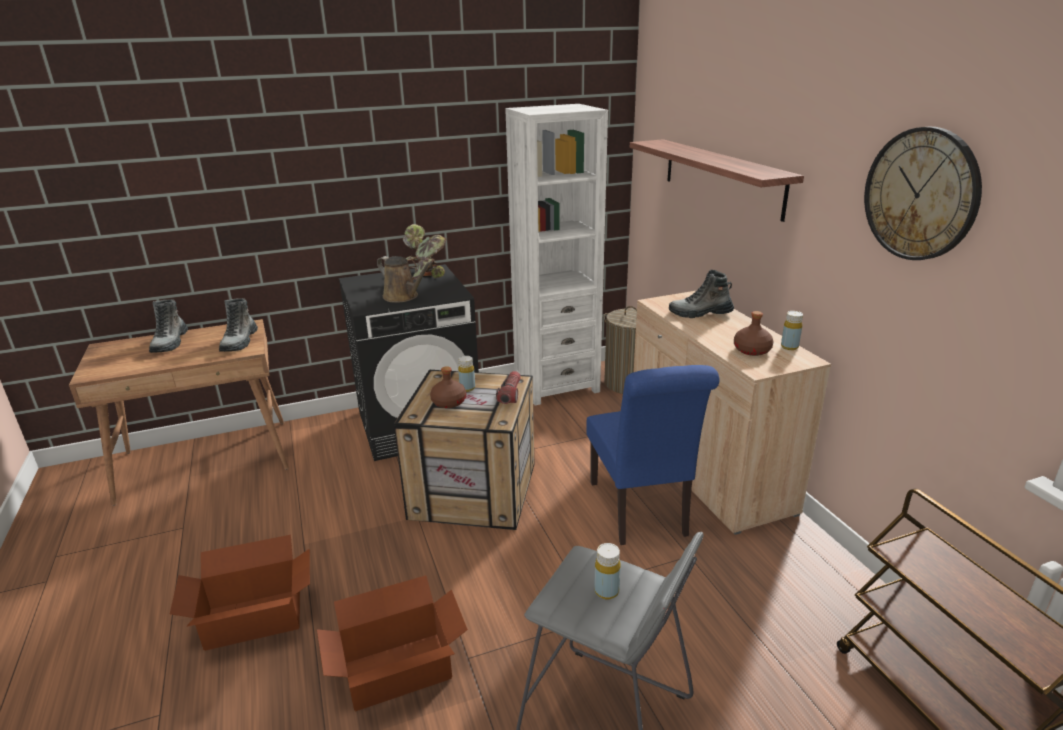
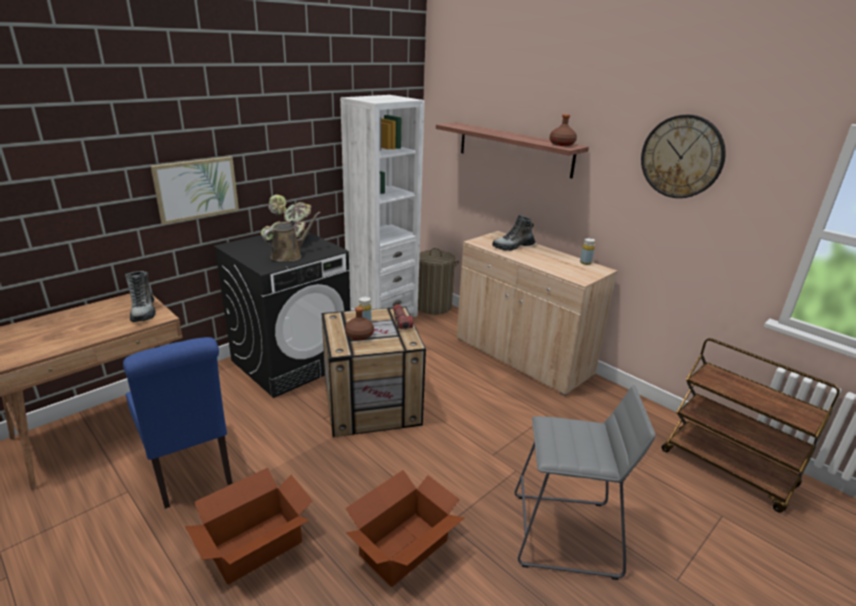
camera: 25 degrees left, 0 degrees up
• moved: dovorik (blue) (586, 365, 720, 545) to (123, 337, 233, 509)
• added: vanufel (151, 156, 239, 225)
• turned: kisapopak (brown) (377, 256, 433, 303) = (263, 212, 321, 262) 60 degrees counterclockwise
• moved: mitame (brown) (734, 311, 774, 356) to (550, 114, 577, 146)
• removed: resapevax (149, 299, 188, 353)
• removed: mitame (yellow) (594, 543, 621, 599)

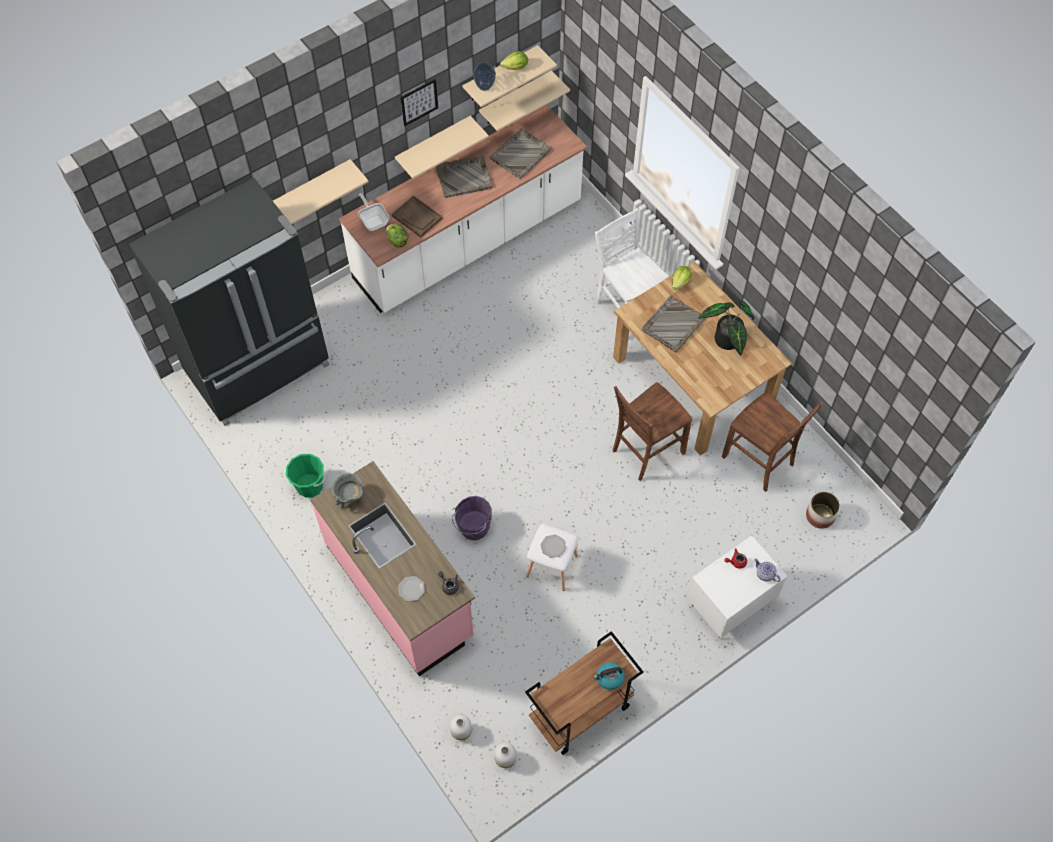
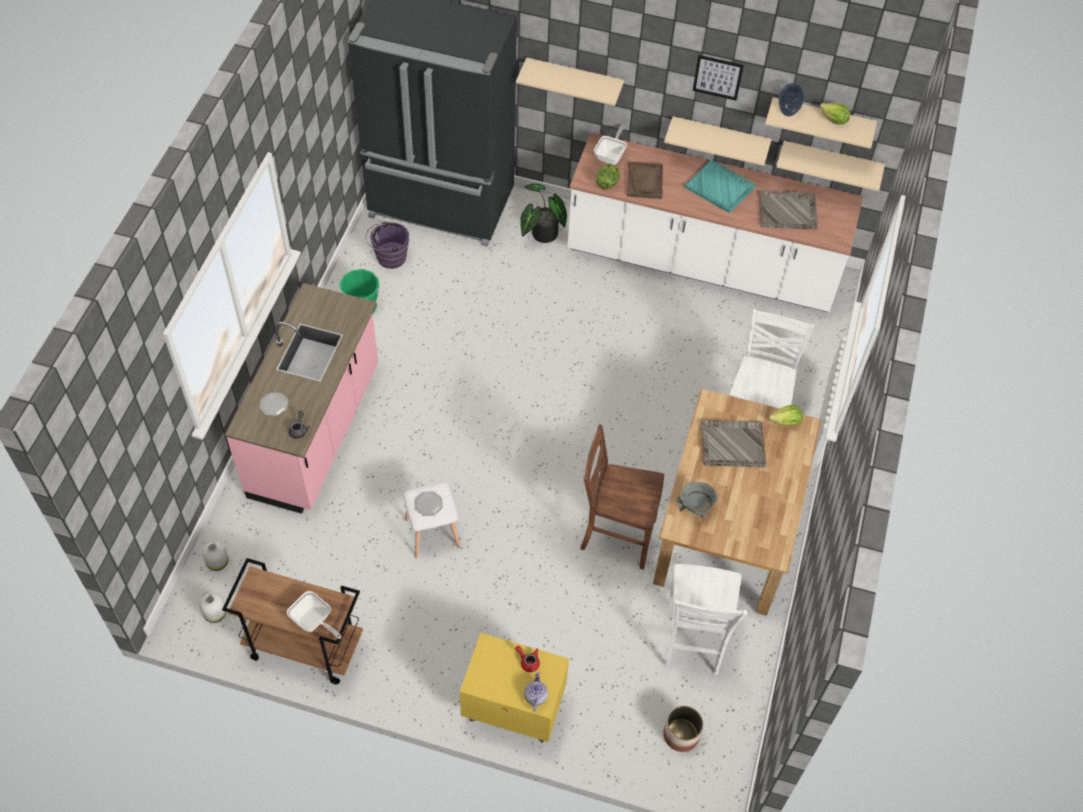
camera: 50 degrees right, 5 degrees down
• replaced: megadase (593, 662, 625, 690) to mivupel (287, 591, 341, 639)
• moved: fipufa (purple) (452, 496, 492, 540) to (365, 221, 409, 269)
• recoloured: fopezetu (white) (686, 536, 787, 638) to fopezetu (yellow) (460, 633, 569, 743)
• moved: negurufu (698, 300, 755, 355) to (520, 183, 567, 243)
• recoloured: dovorik (brown) (722, 392, 823, 492) to dovorik (white) (664, 564, 747, 675)
• moved: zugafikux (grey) (331, 473, 363, 509) to (676, 482, 718, 518)
• recoloured: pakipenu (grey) (436, 155, 492, 198) to pakipenu (turquoise) (684, 160, 756, 213)

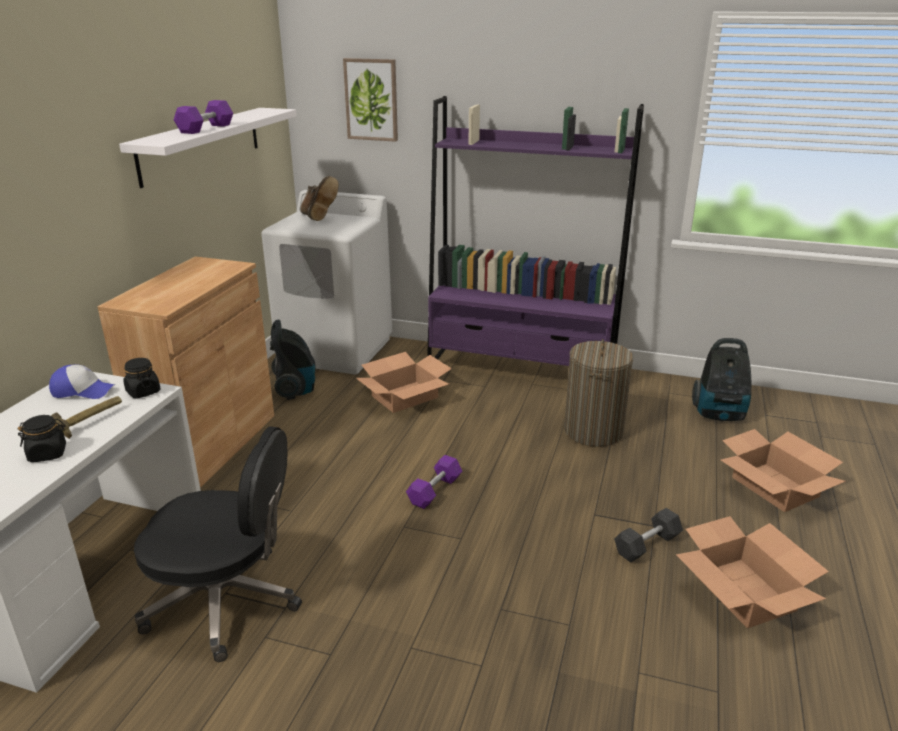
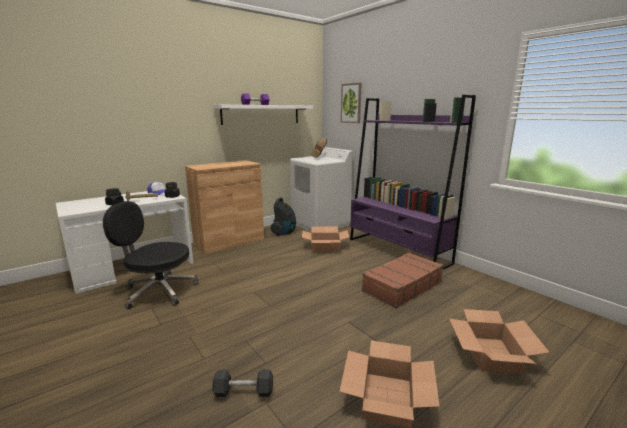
camera: 35 degrees right, 10 degrees down
• turned: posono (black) (134, 426, 302, 662) = (103, 201, 198, 310) 150 degrees clockwise
• moved: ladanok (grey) (614, 508, 683, 563) to (212, 369, 273, 397)
• replaced: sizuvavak (564, 339, 633, 447) to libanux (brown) (362, 252, 444, 308)
• removed: ladanok (purple) (406, 455, 462, 509)
• removed: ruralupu (692, 338, 751, 421)

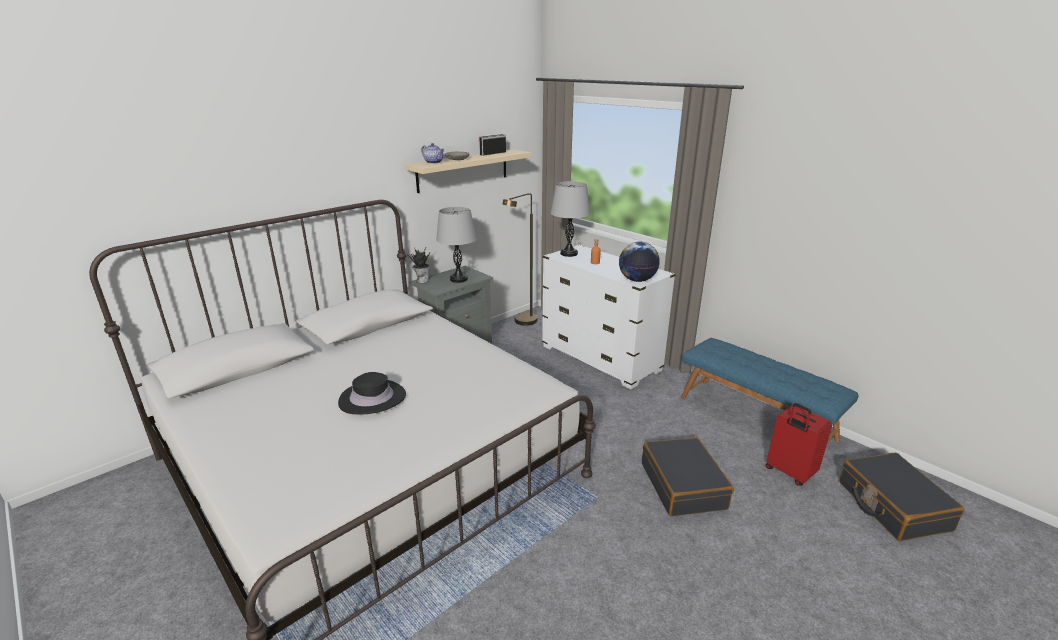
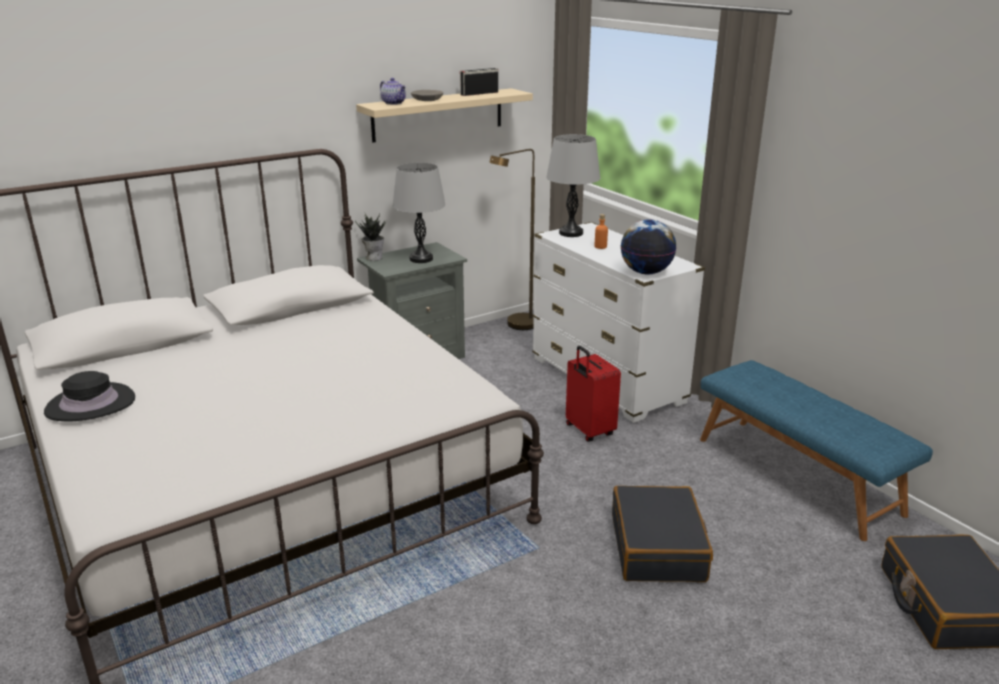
camera: 10 degrees right, 0 degrees up
• moved: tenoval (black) (338, 372, 406, 415) to (44, 371, 135, 421)
• moved: libanux (red) (765, 403, 832, 486) to (566, 346, 621, 442)

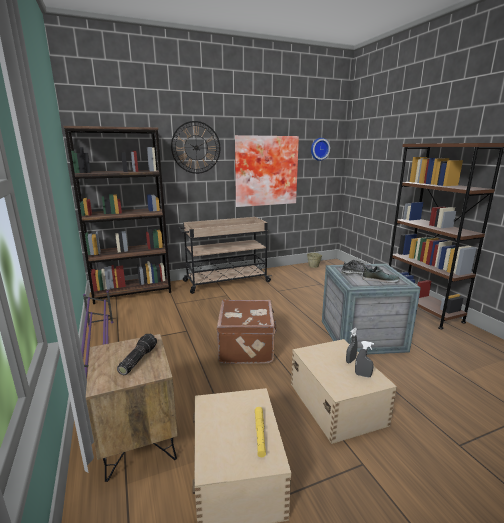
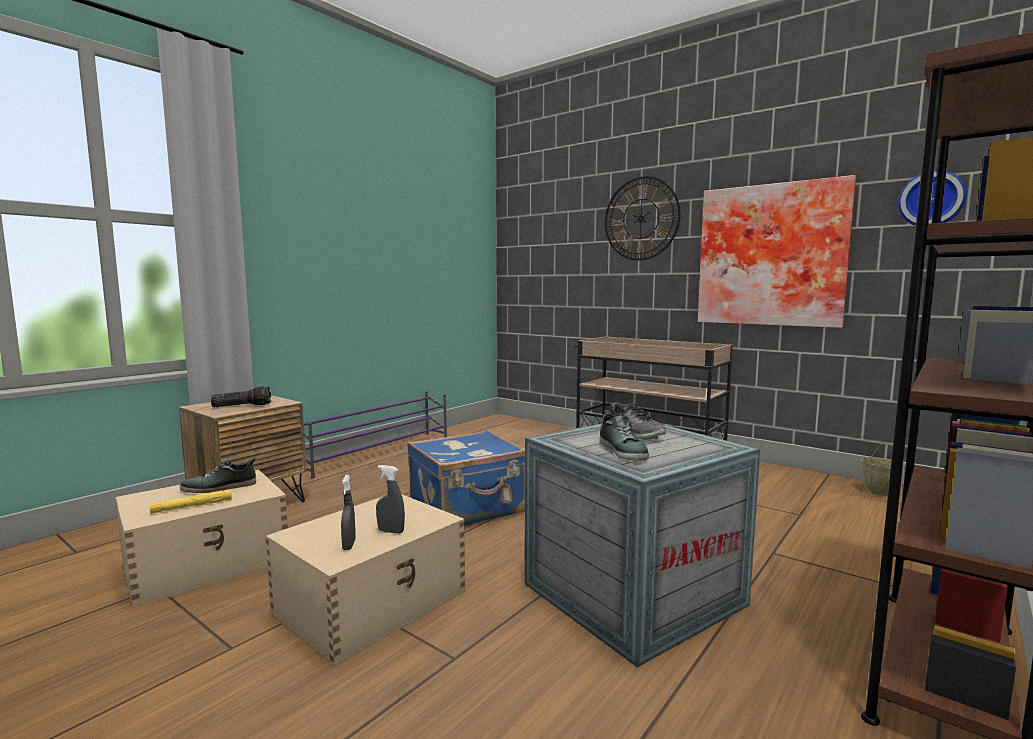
camera: 60 degrees right, 10 degrees down
• added: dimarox (180, 458, 256, 493)
• recoloured: libanux (brown) (217, 300, 277, 364) to libanux (blue) (407, 430, 525, 526)
• removed: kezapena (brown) (64, 126, 171, 304)

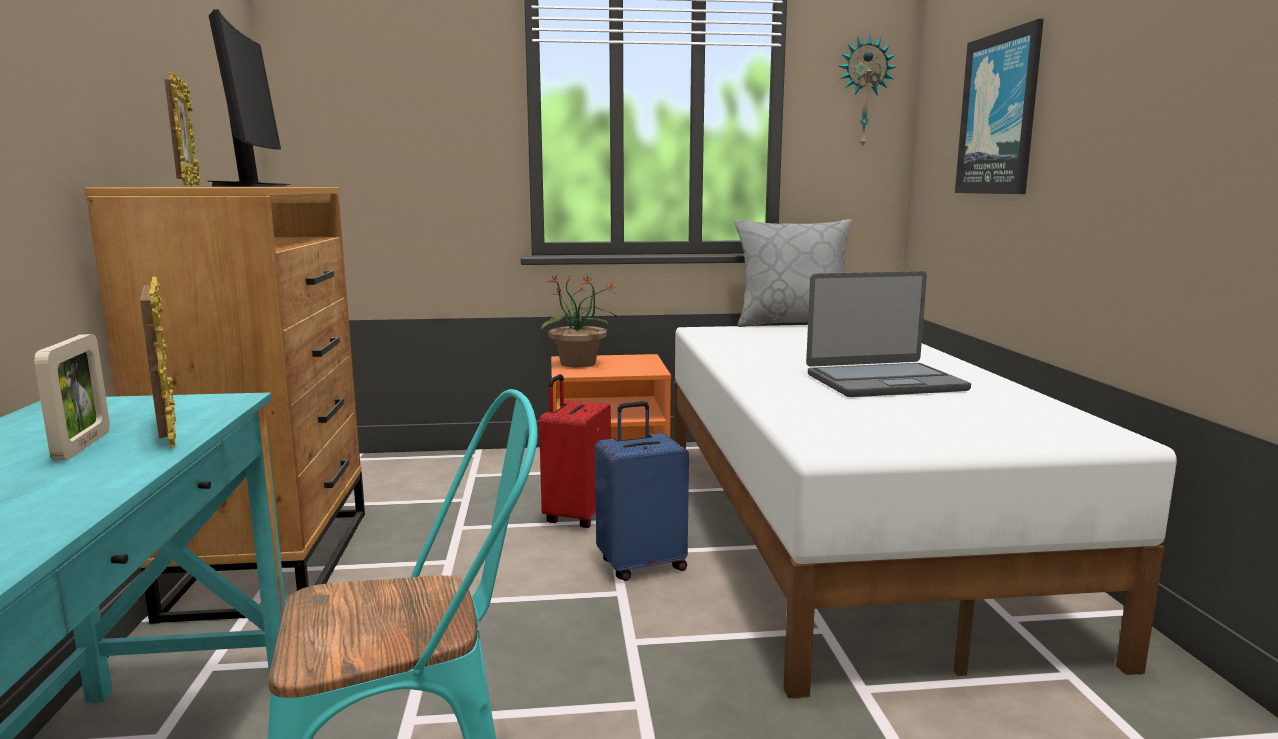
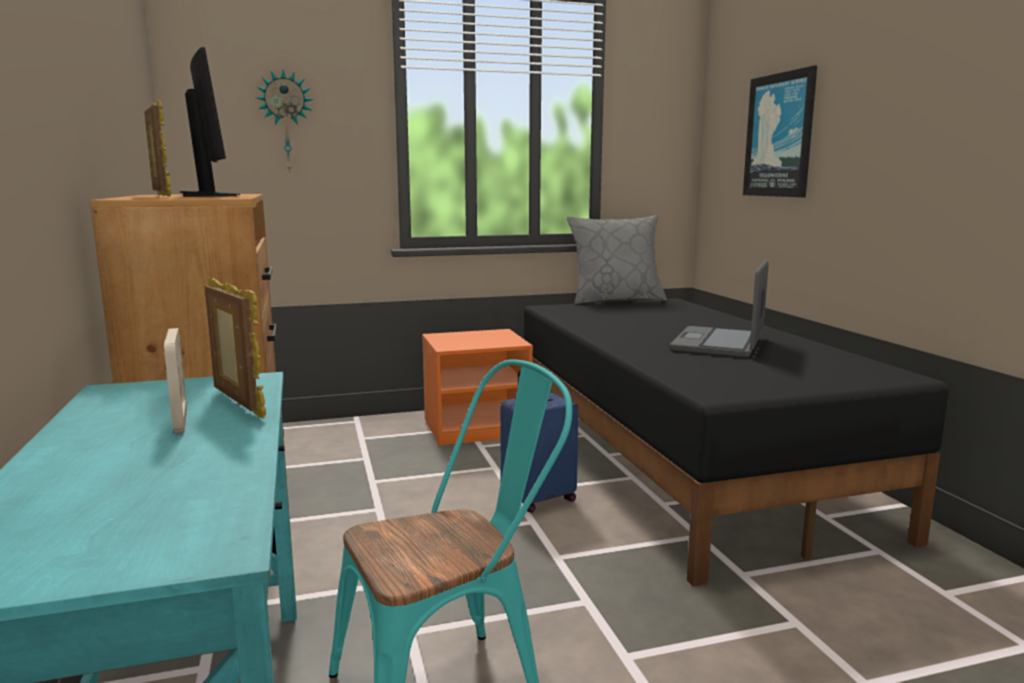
camera: 10 degrees left, 0 degrees up
• moved: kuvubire (839, 35, 896, 148) to (256, 70, 314, 173)
• recoloured: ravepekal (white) (673, 325, 1177, 698) to ravepekal (black) (524, 298, 949, 586)
• turned: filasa (806, 271, 971, 397) = (670, 260, 769, 357) 135 degrees clockwise
• removed: libanux (red) (539, 374, 611, 528)
• removed: negurufu (541, 275, 617, 368)

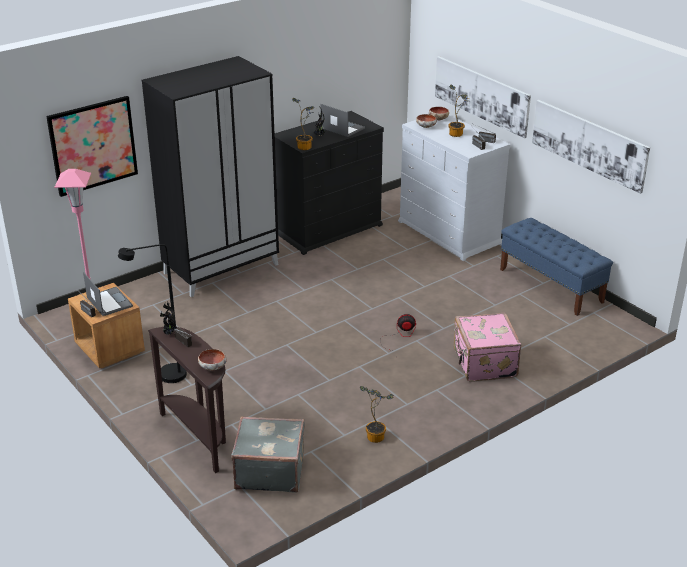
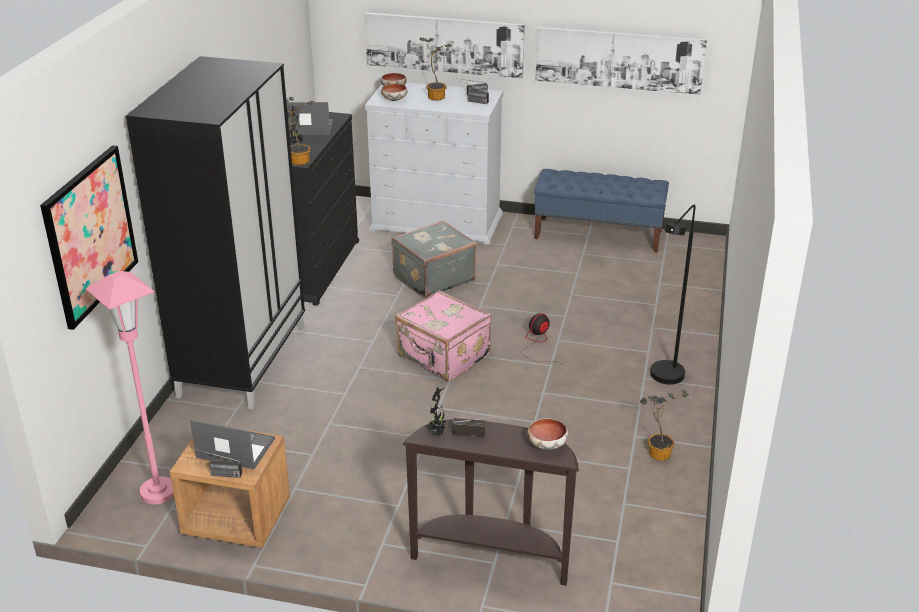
camera: 40 degrees left, 0 degrees up
• moved: libanux (grey) (231, 416, 305, 493) to (391, 220, 477, 298)
• moved: libanux (pink) (454, 313, 521, 382) to (395, 290, 491, 382)
• moved: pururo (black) (118, 244, 187, 383) to (650, 205, 695, 385)

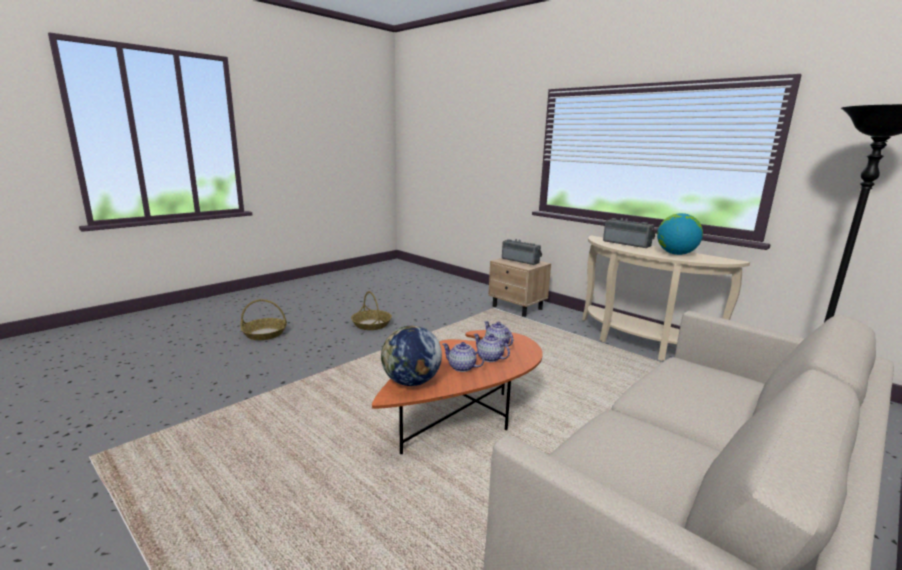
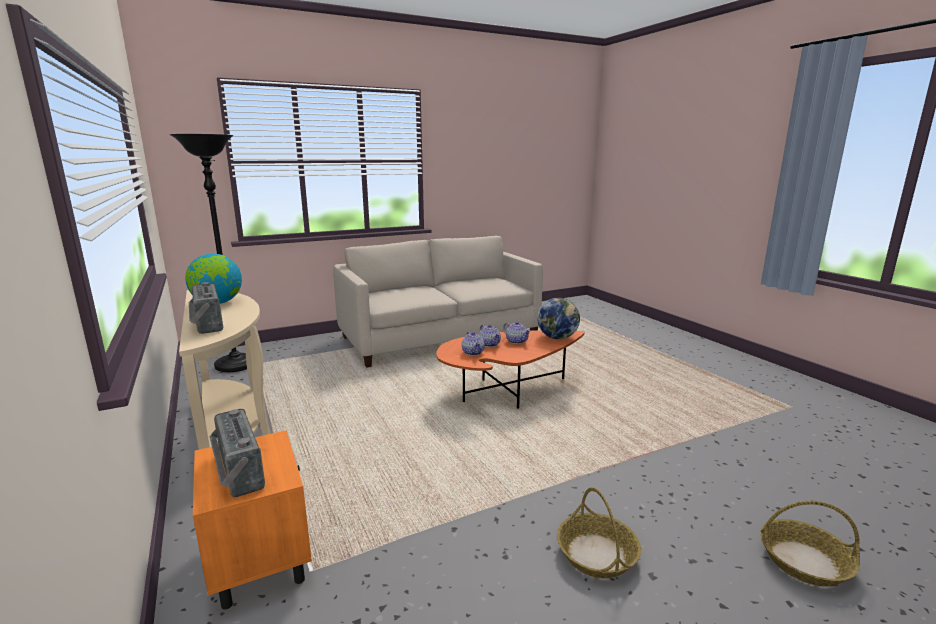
camera: 160 degrees left, 0 degrees up
• recoloured: fopezetu (beige) (488, 258, 551, 317) to fopezetu (orange) (193, 430, 312, 610)

